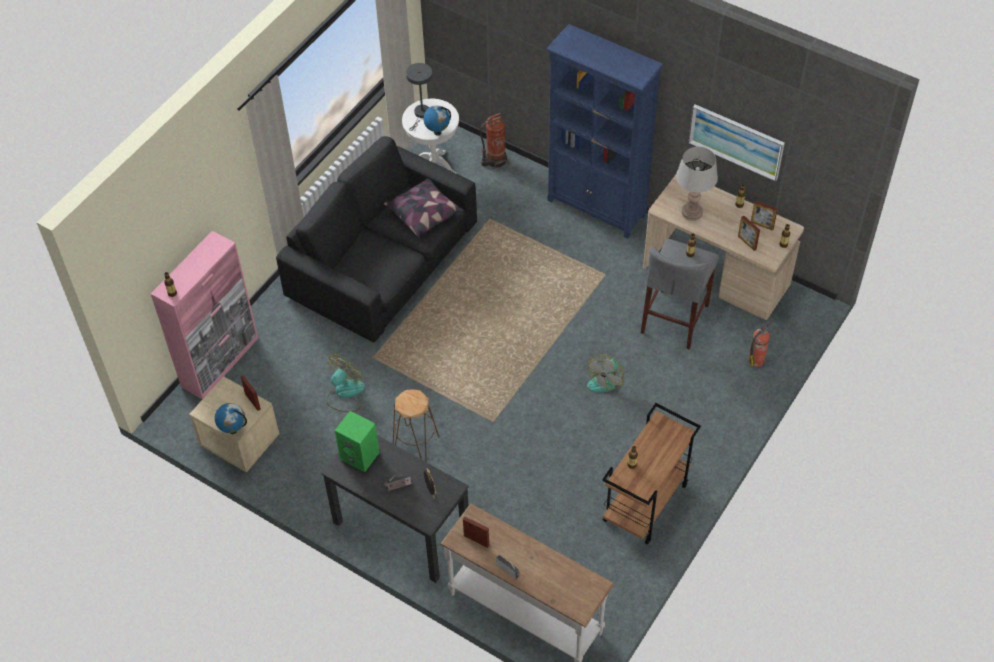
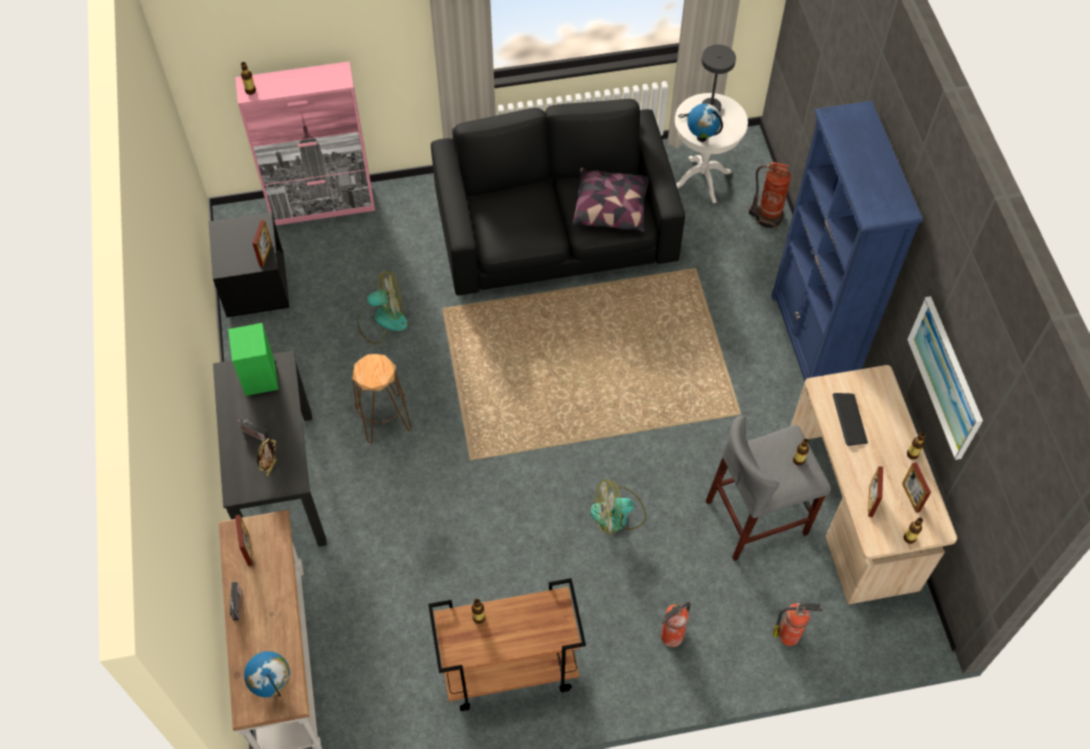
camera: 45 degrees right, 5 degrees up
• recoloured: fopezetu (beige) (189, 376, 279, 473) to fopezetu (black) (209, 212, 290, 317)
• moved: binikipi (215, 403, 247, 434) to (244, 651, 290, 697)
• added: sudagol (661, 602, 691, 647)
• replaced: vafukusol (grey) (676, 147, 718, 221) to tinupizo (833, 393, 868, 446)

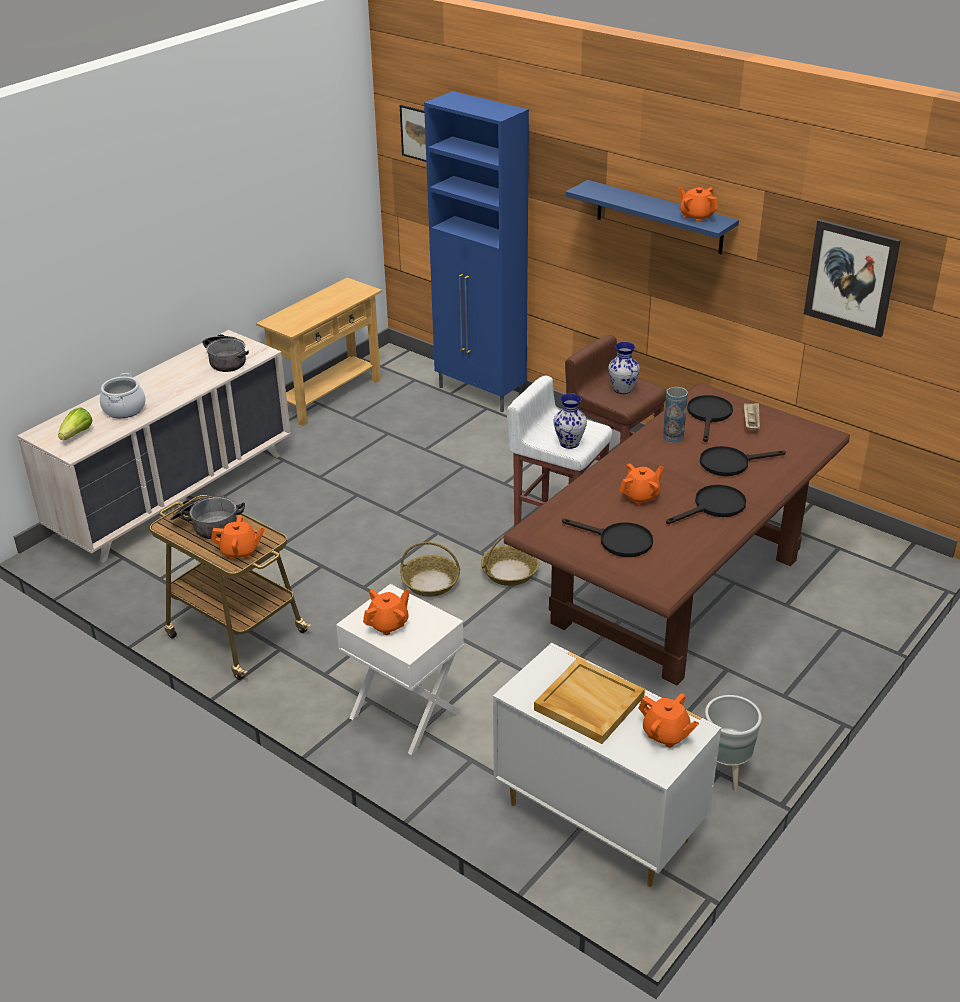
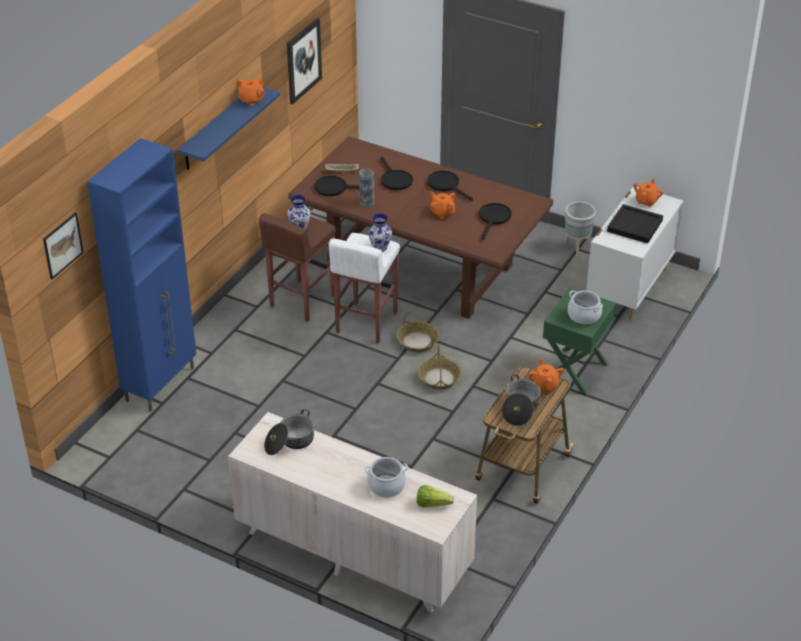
camera: 100 degrees left, 5 degrees up
• recoloured: fopezetu (white) (336, 584, 464, 755) to fopezetu (green) (543, 287, 616, 396)
• replaced: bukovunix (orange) (363, 589, 410, 635) to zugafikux (568, 290, 603, 325)
• recoloured: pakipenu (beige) (534, 658, 645, 744) to pakipenu (black) (607, 204, 663, 243)
• removed: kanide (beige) (256, 278, 382, 426)

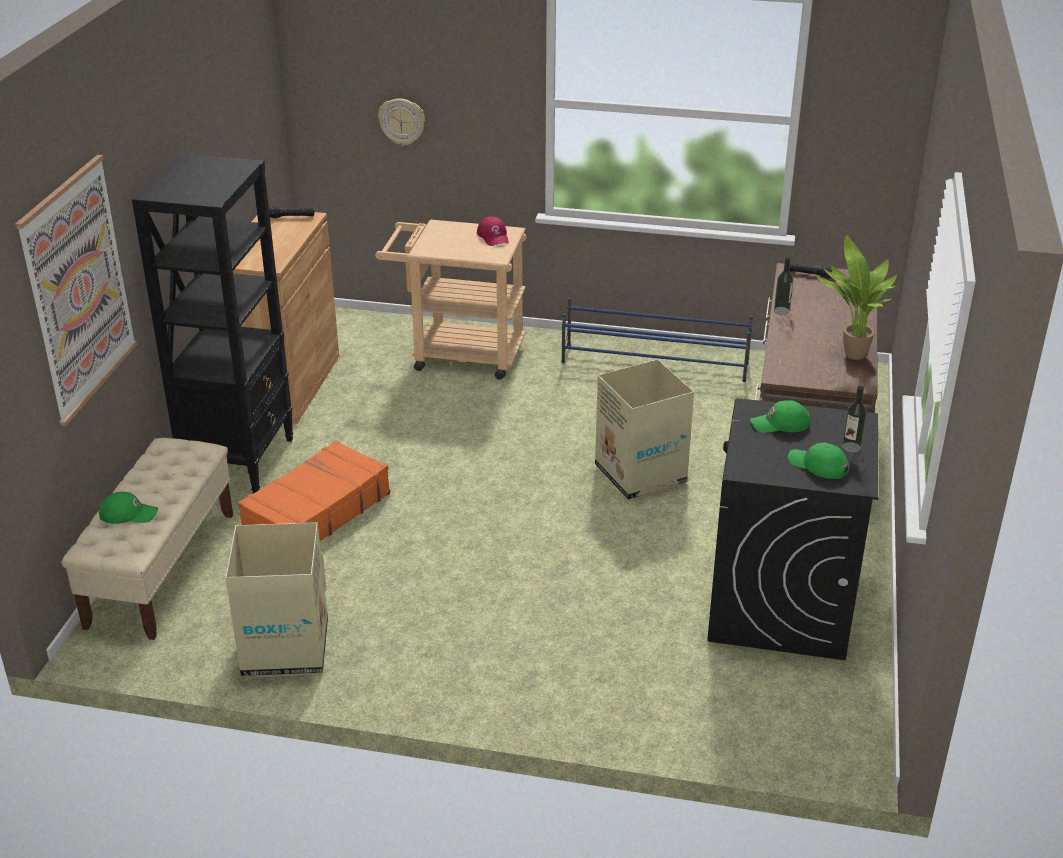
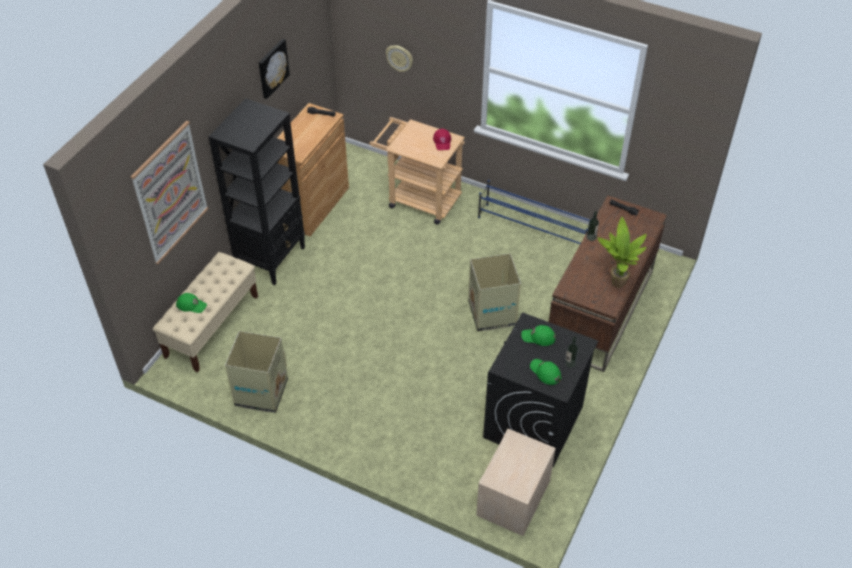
camera: 15 degrees right, 15 degrees up
• added: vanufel (259, 39, 290, 99)
• added: fopezetu (beige) (476, 429, 556, 536)
• removed: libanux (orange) (238, 441, 390, 541)

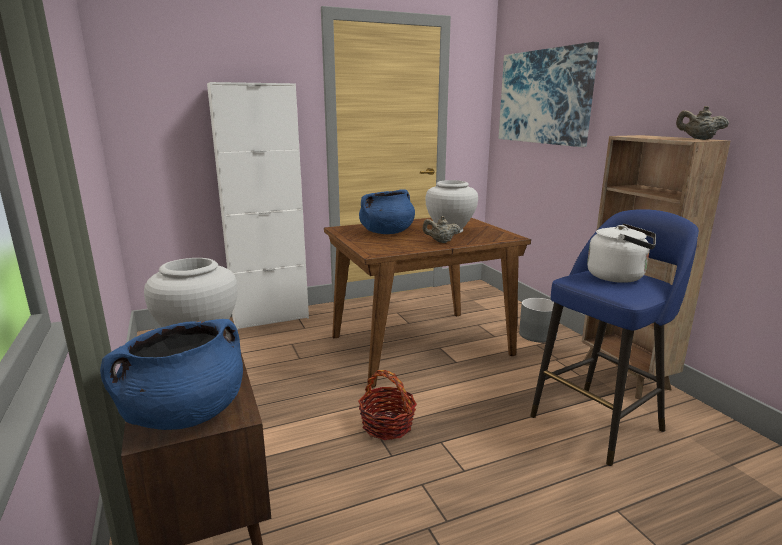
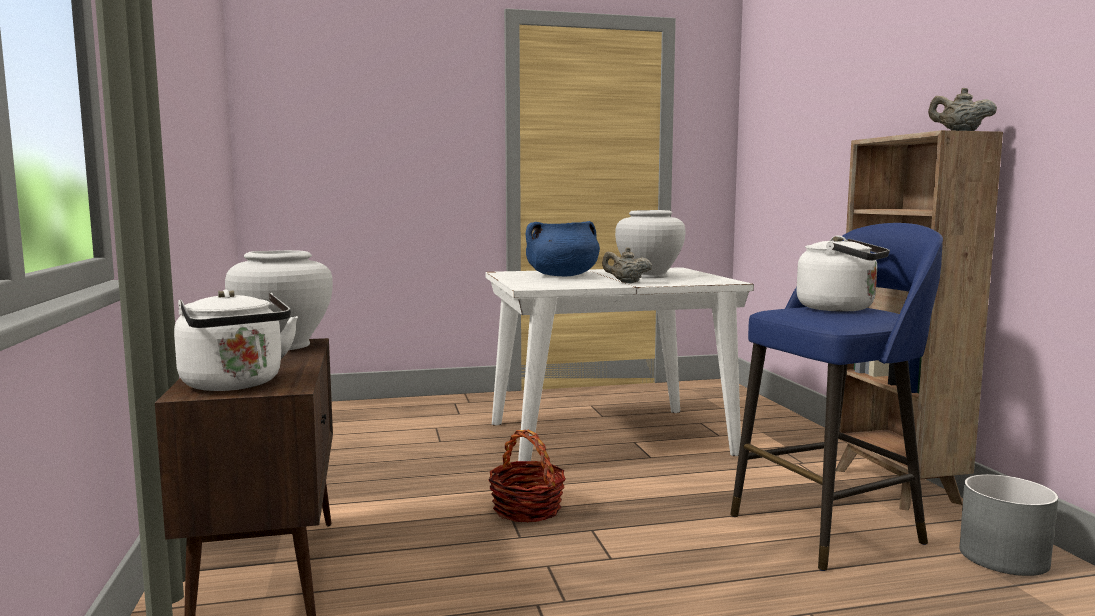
camera: 10 degrees right, 10 degrees down
• replaced: zugafikux (blue) (100, 319, 243, 430) to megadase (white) (174, 290, 298, 391)
• recoloured: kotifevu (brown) (324, 218, 531, 388) to kotifevu (white) (485, 267, 754, 465)
• moved: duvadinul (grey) (519, 298, 557, 343) to (959, 474, 1058, 576)
• removed: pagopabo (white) (207, 82, 309, 330)
• removed: vanufel (499, 42, 599, 147)

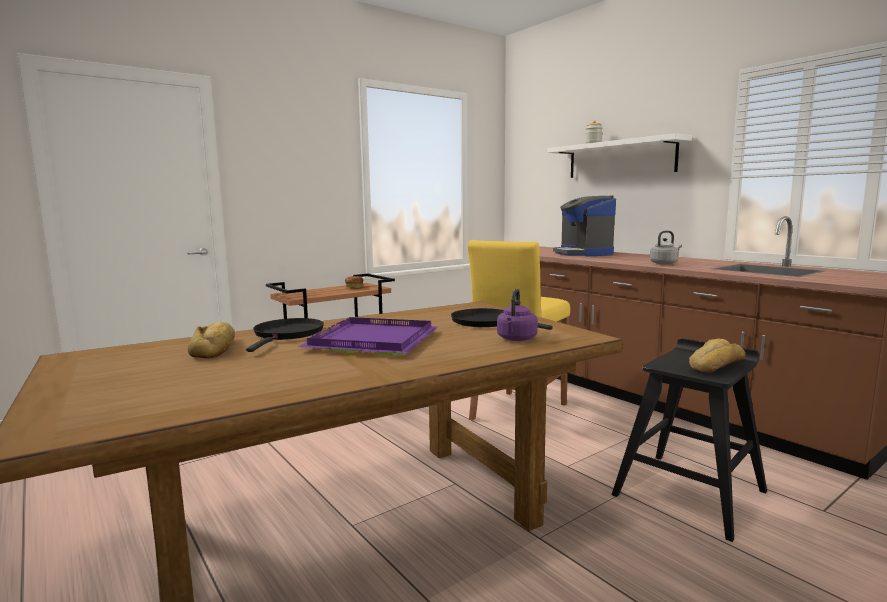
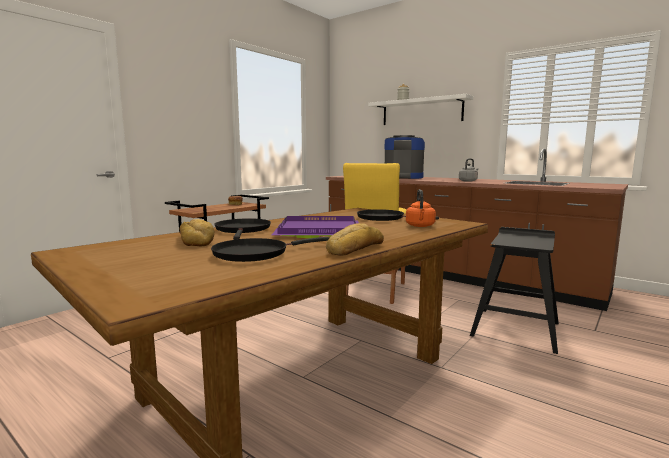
camera: 15 degrees left, 0 degrees up
• added: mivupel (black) (211, 237, 329, 262)
• moved: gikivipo (689, 339, 745, 372) to (326, 223, 384, 256)
• turned: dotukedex (553, 196, 616, 256) = (385, 135, 425, 179) 135 degrees clockwise
• recoloured: megadase (purple) (497, 288, 538, 341) to megadase (orange) (406, 189, 436, 227)

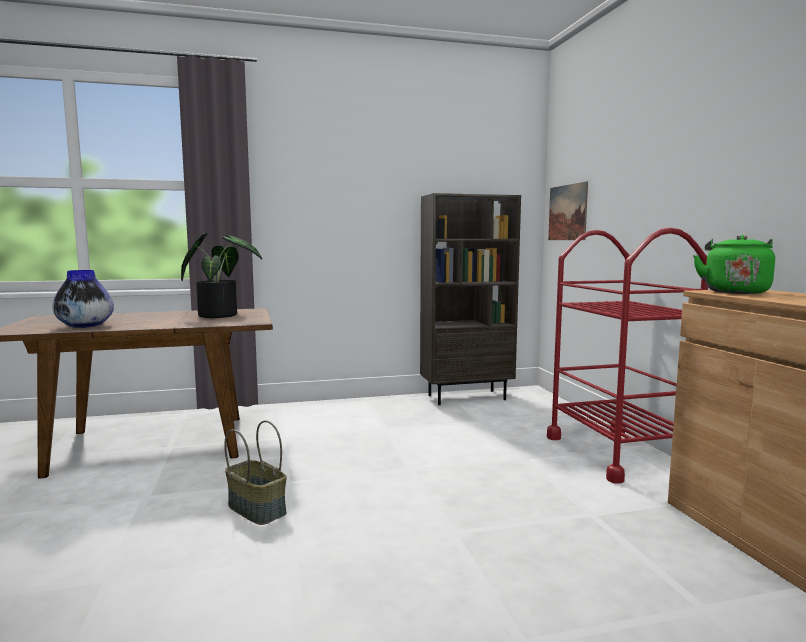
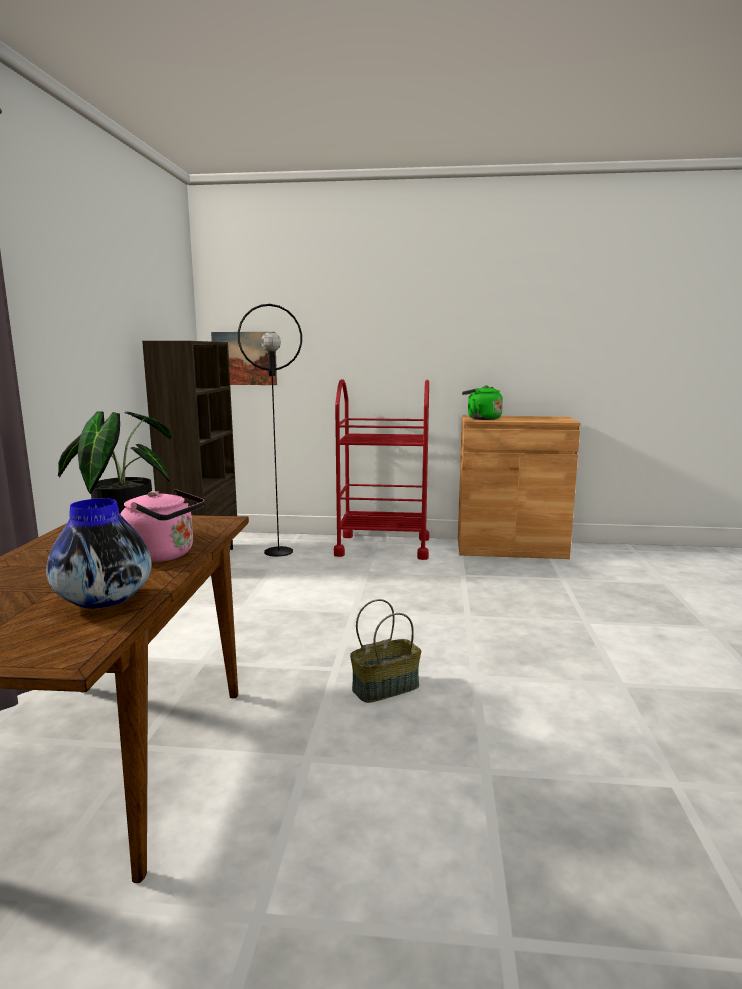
camera: 70 degrees left, 5 degrees up
• added: megadase (pink) (120, 489, 204, 562)
• added: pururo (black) (238, 304, 302, 557)

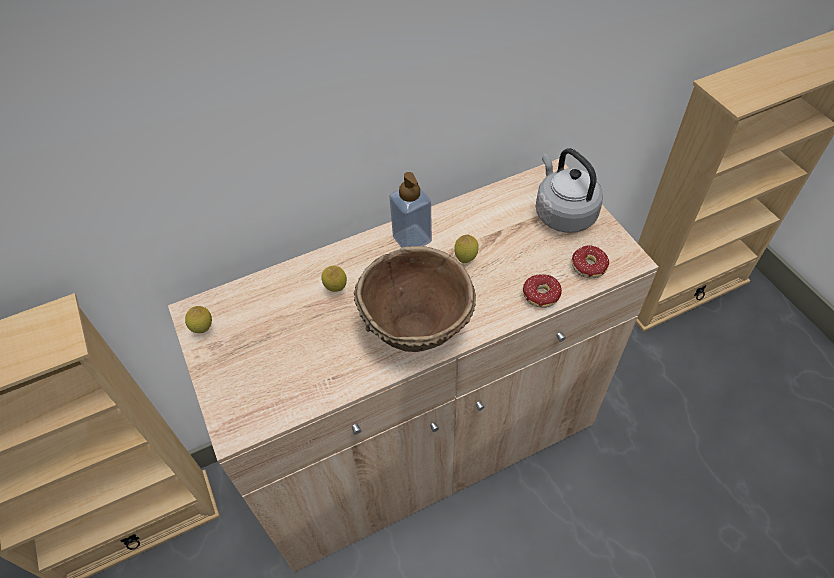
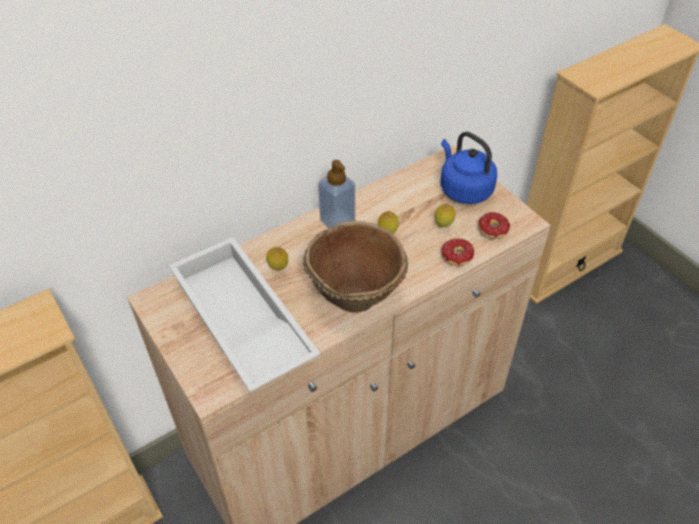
camera: 10 degrees left, 5 degrees down
• added: pakipenu (white) (169, 237, 320, 392)
• moved: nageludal (185, 306, 212, 333) to (434, 204, 456, 227)
• recoloured: megadase (grey) (535, 148, 603, 233) to megadase (blue) (440, 132, 497, 204)

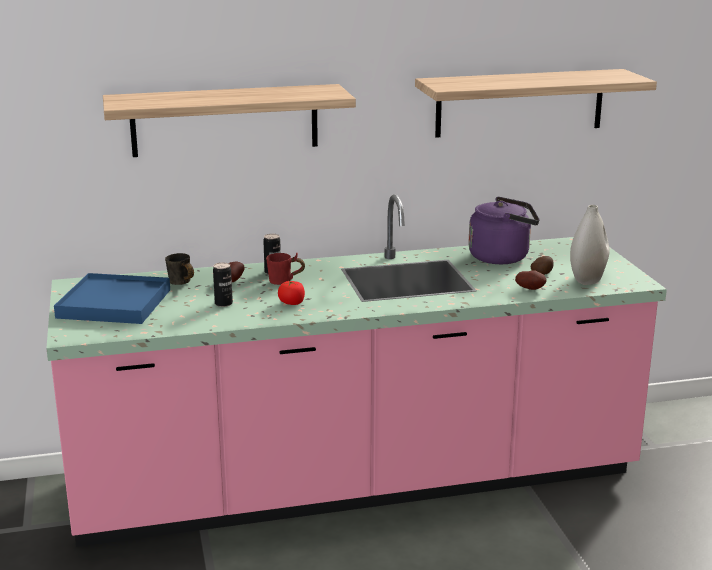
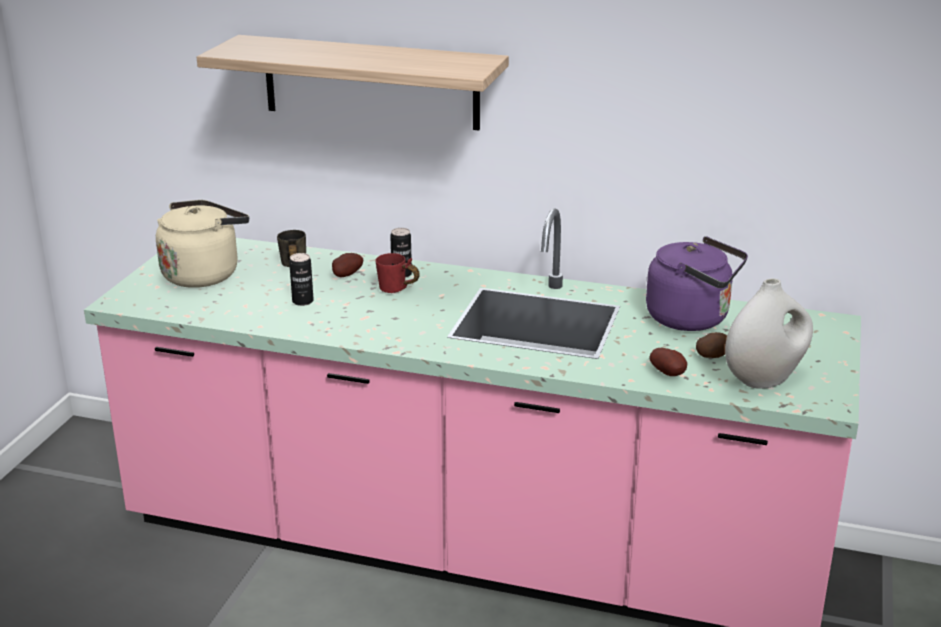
camera: 30 degrees right, 5 degrees up
• replaced: pakipenu (blue) (54, 273, 170, 324) to megadase (beige) (156, 200, 249, 288)
• removed: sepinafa (278, 280, 305, 305)
• removed: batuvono (415, 69, 657, 138)

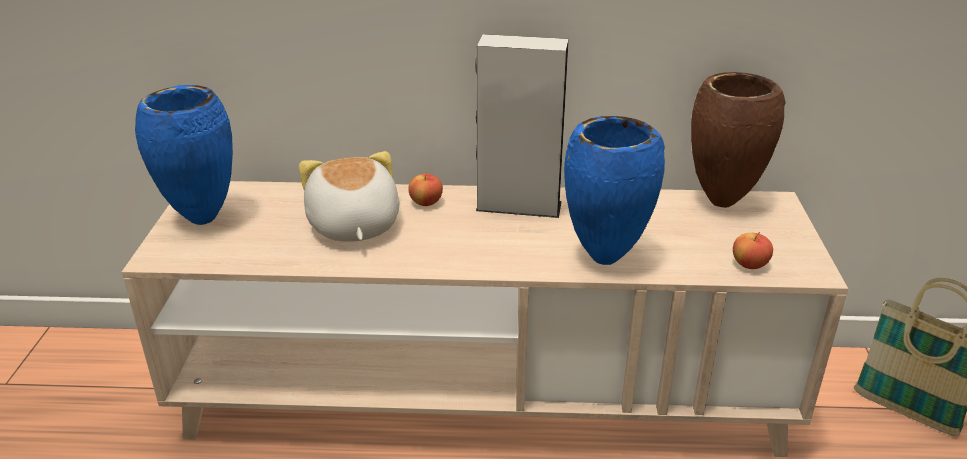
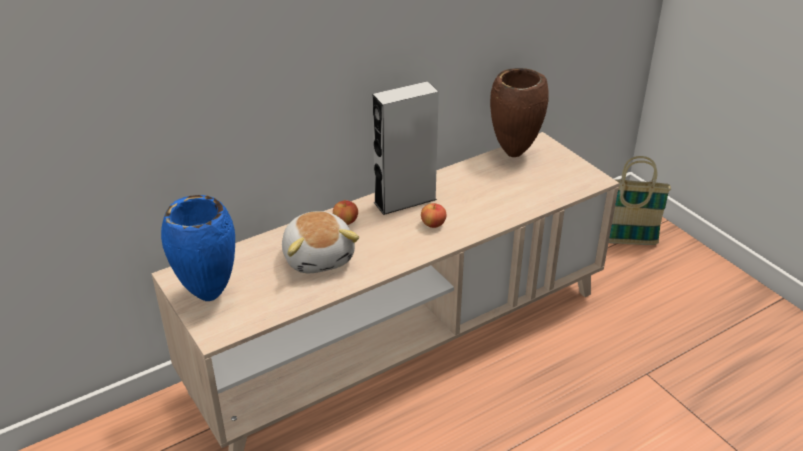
camera: 35 degrees left, 5 degrees up
• turned: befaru (299, 151, 399, 242) = (282, 211, 359, 273) 150 degrees counterclockwise
• moved: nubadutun (733, 232, 773, 269) to (421, 203, 447, 228)
• removed: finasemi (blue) (564, 116, 665, 265)

